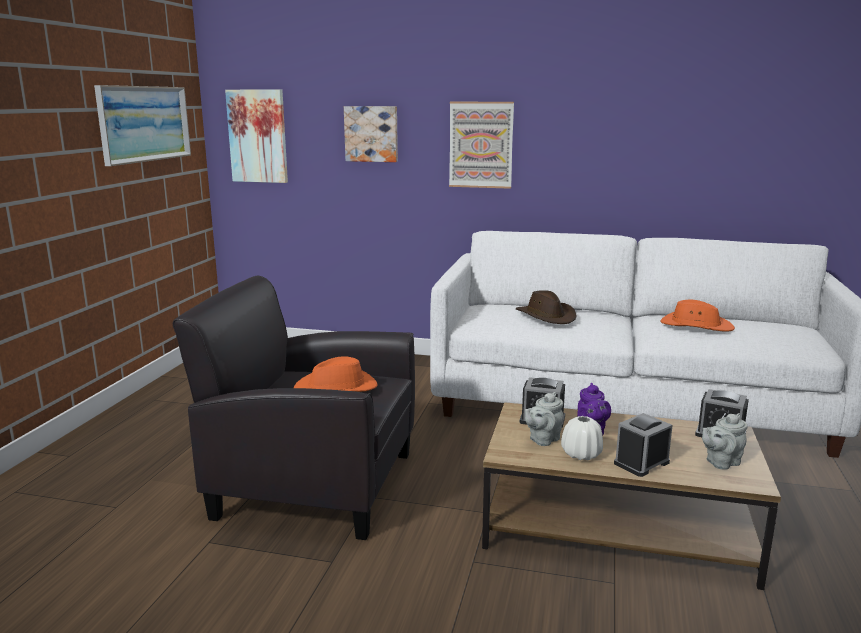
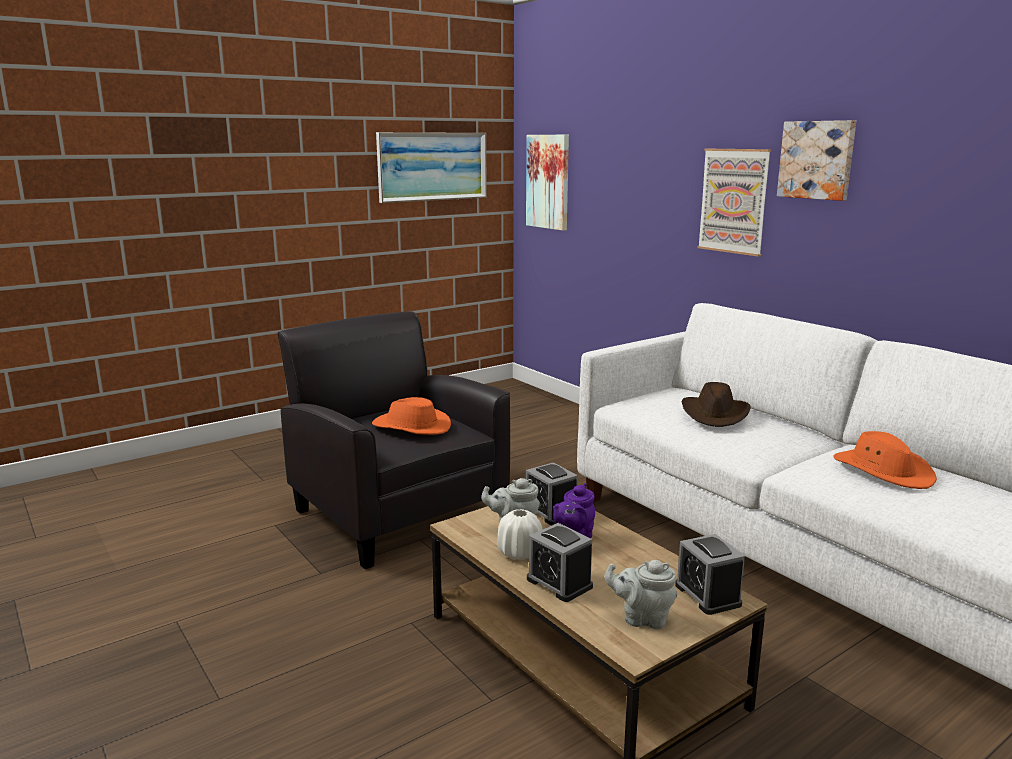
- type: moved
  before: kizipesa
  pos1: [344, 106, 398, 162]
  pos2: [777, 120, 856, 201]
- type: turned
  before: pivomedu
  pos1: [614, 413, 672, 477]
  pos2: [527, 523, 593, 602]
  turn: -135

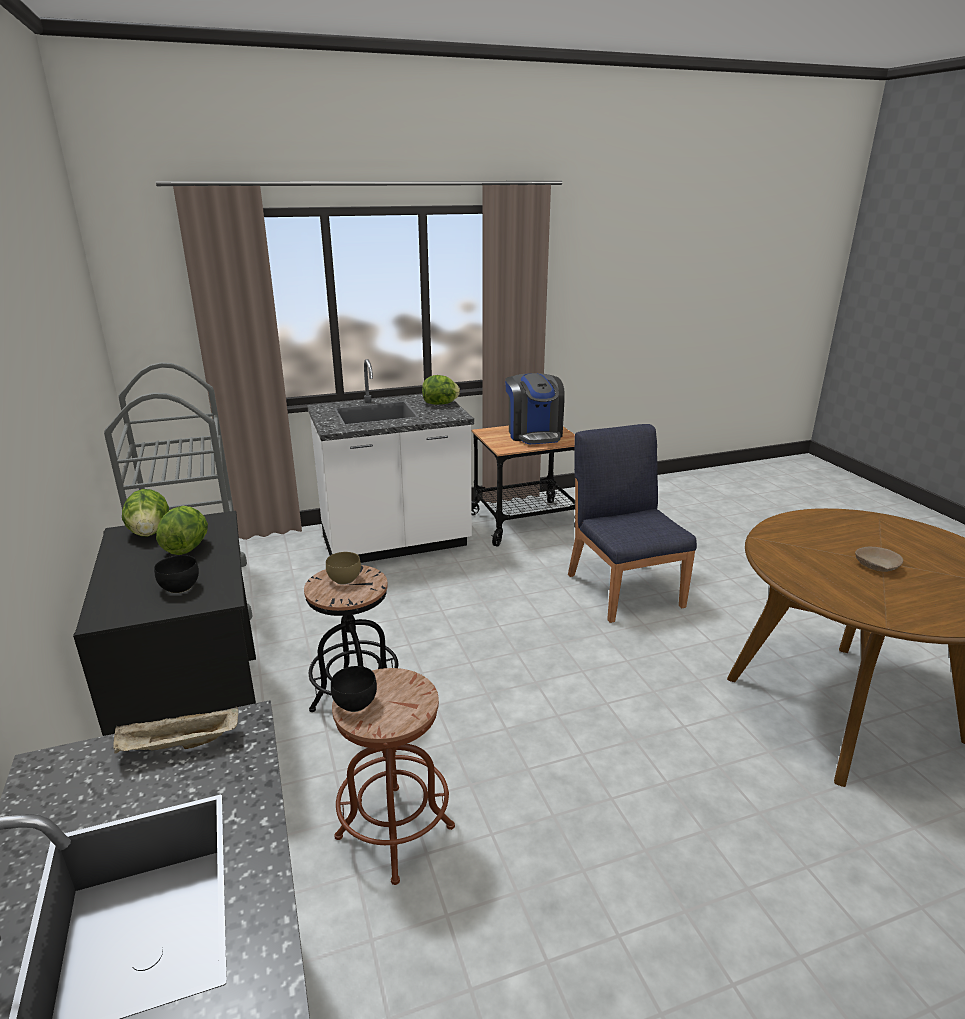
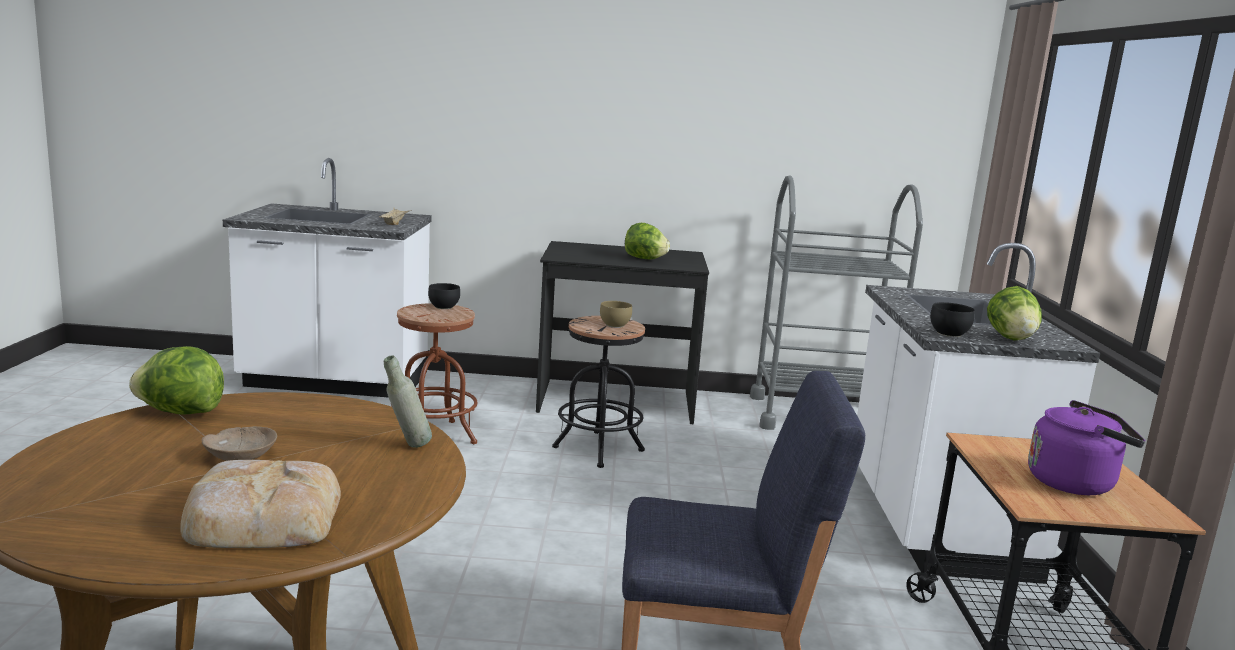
- type: added
  after: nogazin
  pos2: [180, 460, 341, 548]
- type: added
  after: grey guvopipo
  pos2: [384, 355, 432, 448]
- type: moved
  before: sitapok
  pos1: [122, 489, 169, 536]
  pos2: [129, 346, 224, 414]
- type: moved
  before: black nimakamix
  pos1: [154, 555, 199, 594]
  pos2: [930, 302, 975, 337]
- type: replaced
  before: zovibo
  after: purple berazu
  pos1: [505, 373, 565, 444]
  pos2: [1028, 400, 1145, 495]

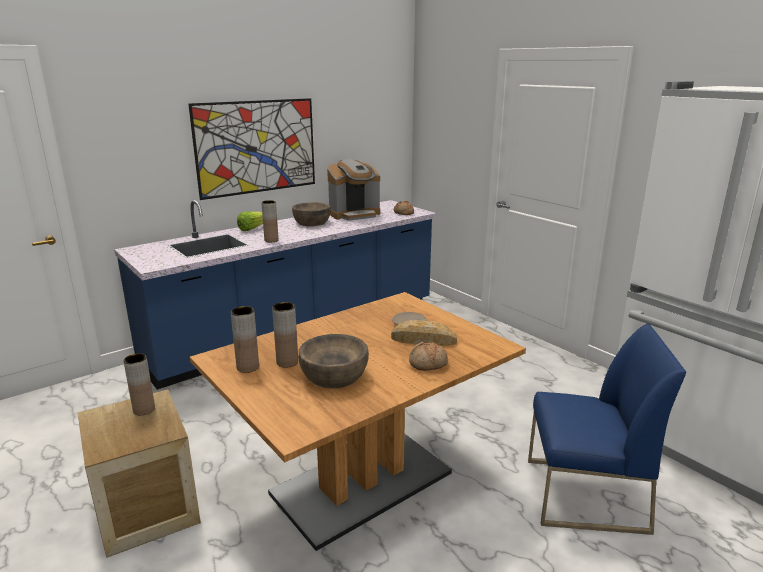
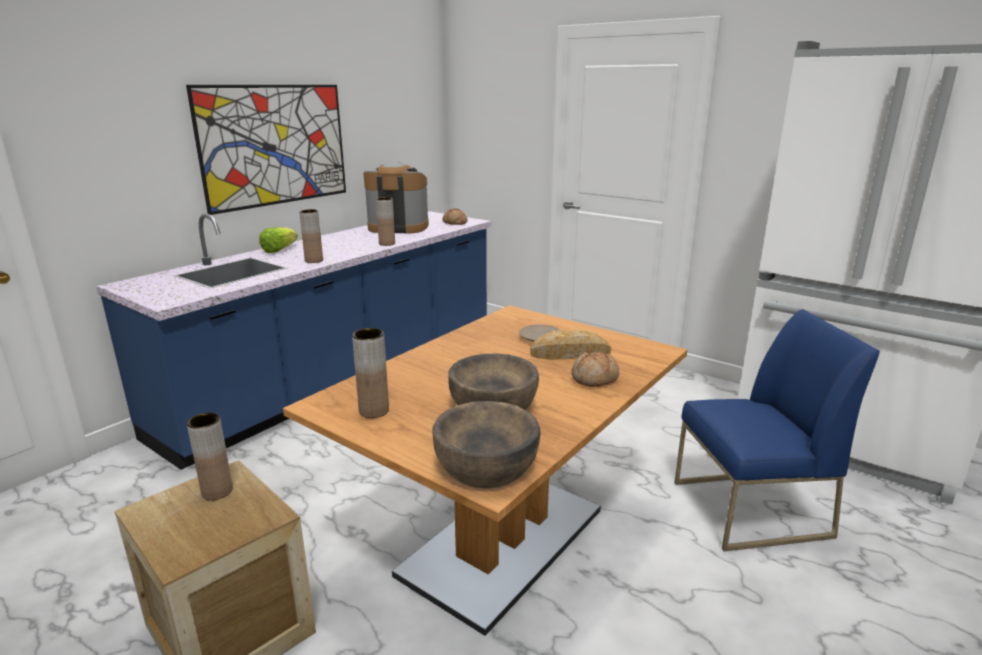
- type: moved
  before: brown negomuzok
  pos1: [272, 302, 298, 368]
  pos2: [376, 197, 395, 246]
- type: moved
  before: brown nimakamix
  pos1: [292, 202, 331, 226]
  pos2: [432, 401, 540, 488]
- type: turned
  before: zovibo
  pos1: [327, 159, 380, 221]
  pos2: [364, 163, 429, 233]
  turn: -135

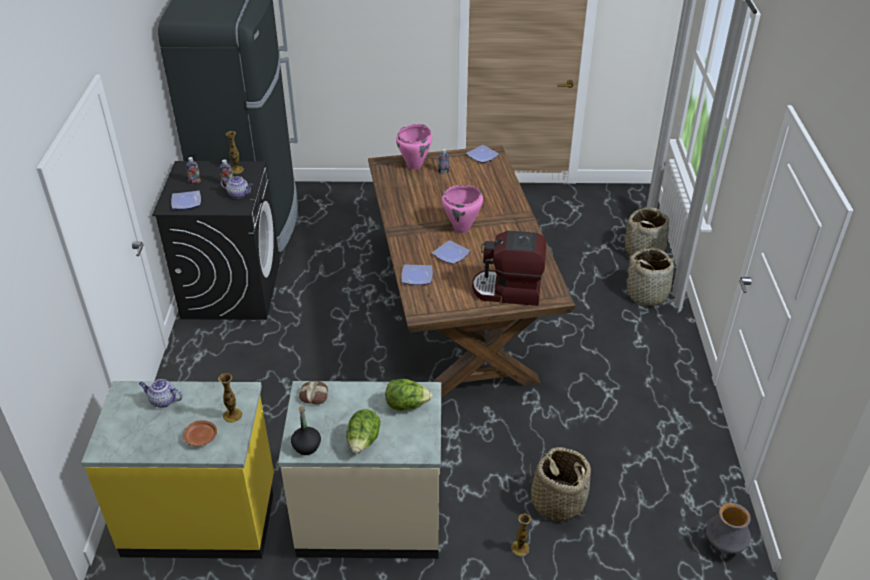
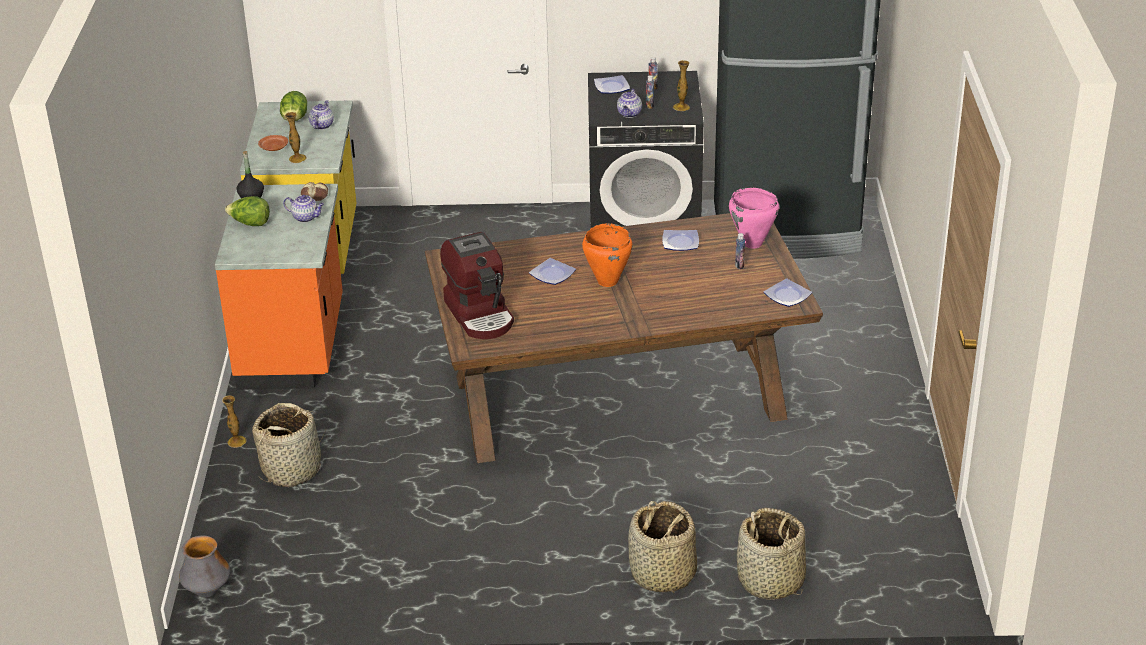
- type: added
  after: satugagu
  pos2: [283, 195, 324, 222]
- type: moved
  before: sitapok
  pos1: [385, 379, 433, 411]
  pos2: [280, 91, 307, 121]
- type: moved
  before: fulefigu
  pos1: [401, 264, 433, 285]
  pos2: [662, 230, 699, 251]
- type: recoloured
  before: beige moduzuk
  after: orange moduzuk
  pos1: [278, 381, 441, 559]
  pos2: [215, 184, 343, 390]
- type: recoloured
  before: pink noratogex
  after: orange noratogex
  pos1: [442, 185, 483, 233]
  pos2: [582, 223, 632, 287]
- type: turned
  before: zovibo
  pos1: [472, 231, 546, 306]
  pos2: [440, 232, 514, 339]
  turn: 150

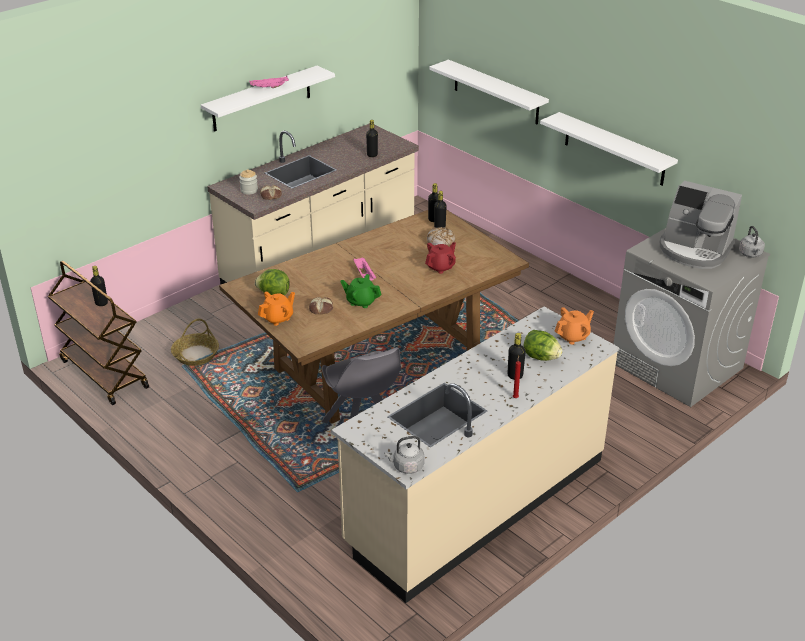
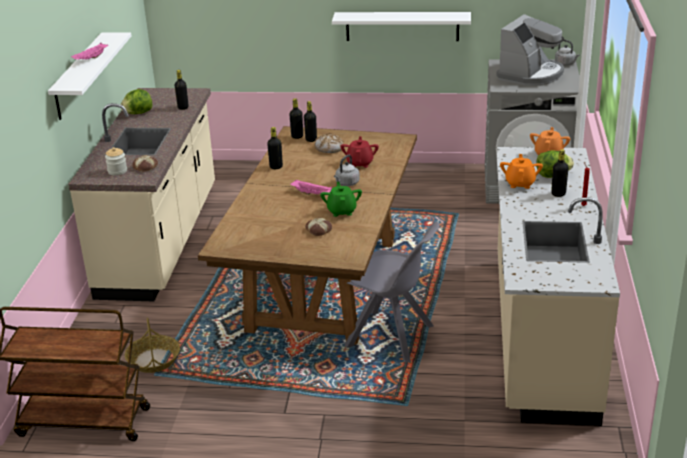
- type: removed
  before: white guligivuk
  pos1: [429, 60, 549, 124]
- type: moved
  before: black guvopipo
  pos1: [90, 266, 108, 306]
  pos2: [267, 127, 283, 169]
- type: moved
  before: sitapok
  pos1: [255, 269, 290, 295]
  pos2: [121, 89, 152, 114]
- type: moved
  before: orange satugagu
  pos1: [258, 292, 295, 326]
  pos2: [500, 154, 543, 189]
- type: moved
  before: grey berazu
  pos1: [384, 436, 425, 474]
  pos2: [334, 155, 360, 186]
- type: turned
  before: green satugagu
  pos1: [340, 274, 382, 308]
  pos2: [320, 182, 362, 217]
  turn: 105
- type: turned
  before: zovibo
  pos1: [660, 181, 742, 269]
  pos2: [496, 14, 564, 86]
  turn: -45

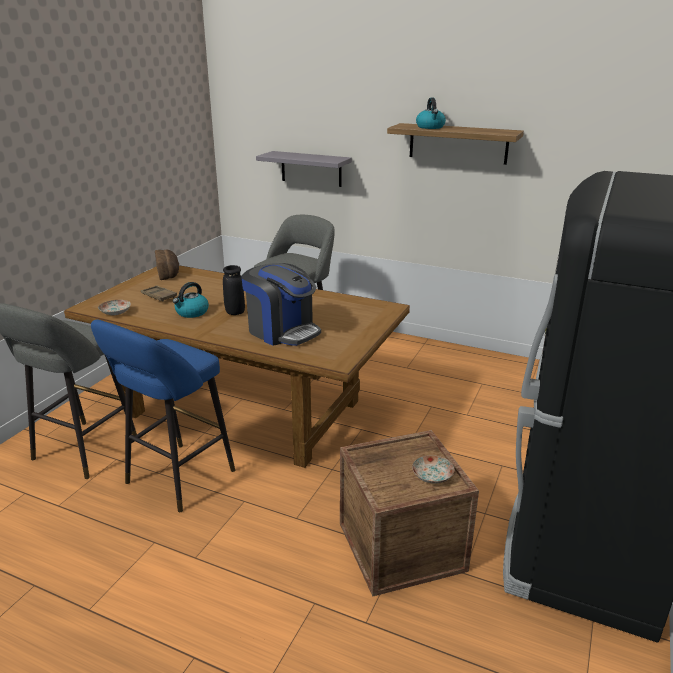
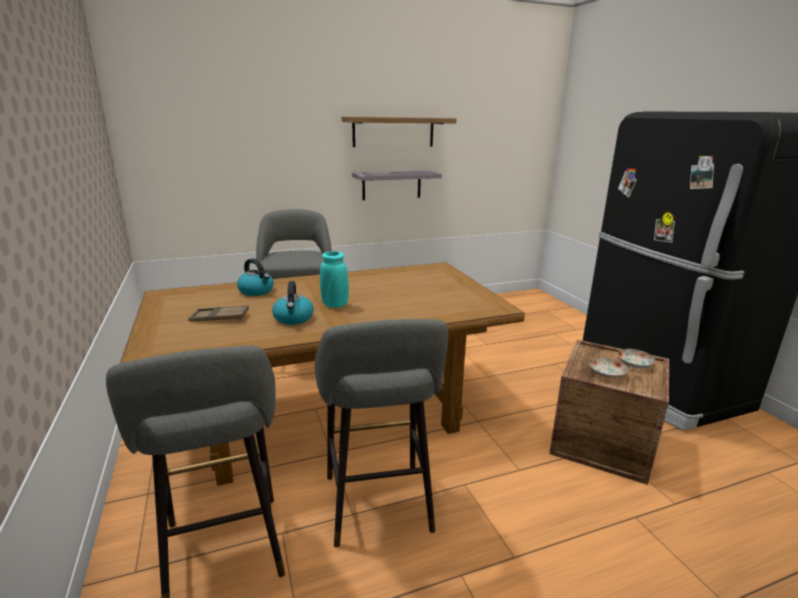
- type: removed
  before: nogazin
  pos1: [155, 249, 179, 280]
- type: removed
  before: zovibo
  pos1: [241, 263, 321, 346]
- type: moved
  before: fulefigu
  pos1: [98, 300, 131, 316]
  pos2: [589, 357, 628, 378]
- type: moved
  before: grey guligivuk
  pos1: [256, 151, 352, 187]
  pos2: [352, 170, 442, 200]
- type: moved
  before: berazu
  pos1: [416, 98, 446, 129]
  pos2: [237, 258, 274, 296]
- type: recoloured
  before: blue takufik
  after: grey takufik
  pos1: [91, 319, 235, 512]
  pos2: [315, 319, 448, 548]
- type: recoloured
  before: black negomuzok
  after: turquoise negomuzok
  pos1: [223, 265, 245, 315]
  pos2: [320, 251, 349, 308]

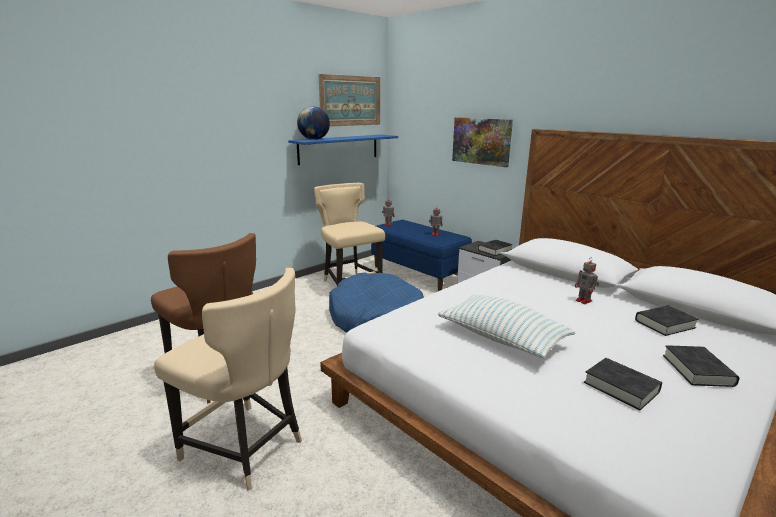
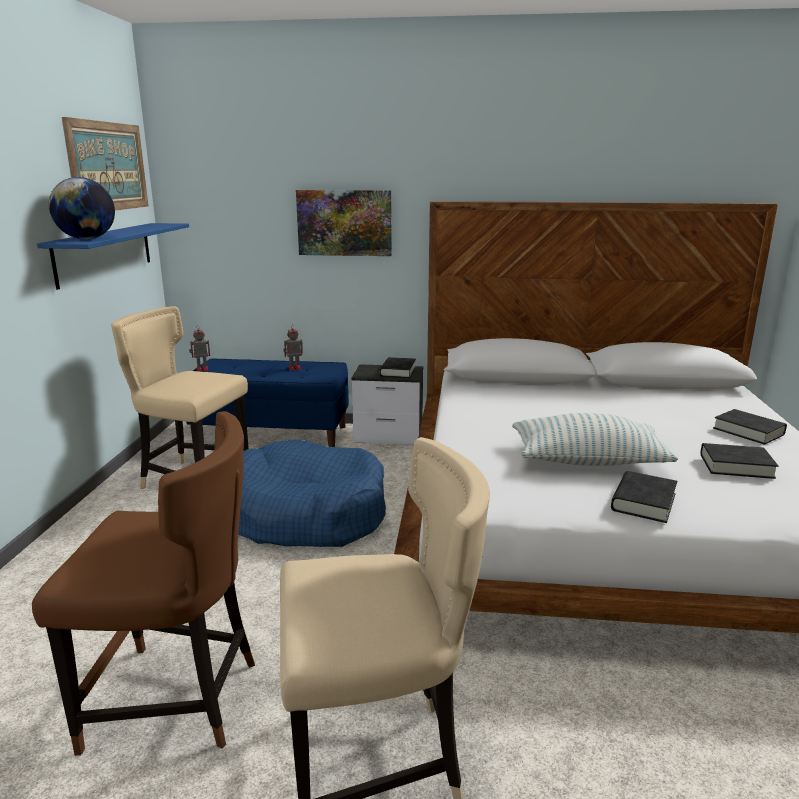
- type: removed
  before: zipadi
  pos1: [575, 261, 599, 304]
- type: moved
  before: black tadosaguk
  pos1: [635, 306, 699, 336]
  pos2: [611, 471, 677, 523]

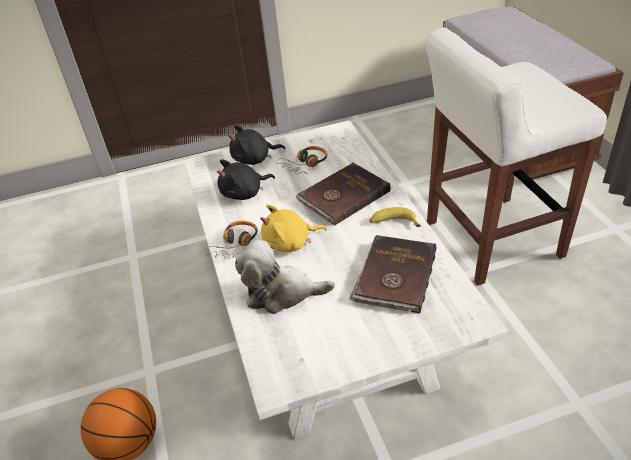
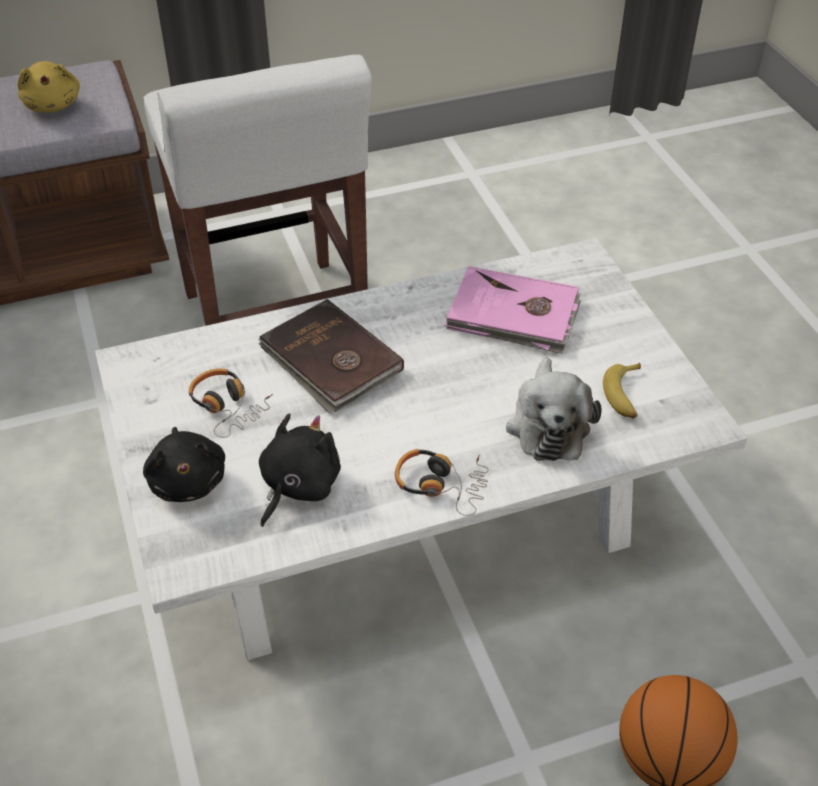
- type: moved
  before: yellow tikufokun
  pos1: [260, 204, 327, 252]
  pos2: [18, 61, 80, 113]
- type: moved
  before: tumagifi
  pos1: [369, 207, 420, 227]
  pos2: [603, 363, 641, 419]
- type: recoloured
  before: brown tadosaguk
  after: pink tadosaguk
  pos1: [349, 235, 436, 314]
  pos2: [444, 266, 581, 354]
- type: turned
  before: black tikufokun
  pos1: [217, 160, 275, 200]
  pos2: [259, 414, 341, 527]
  turn: -120

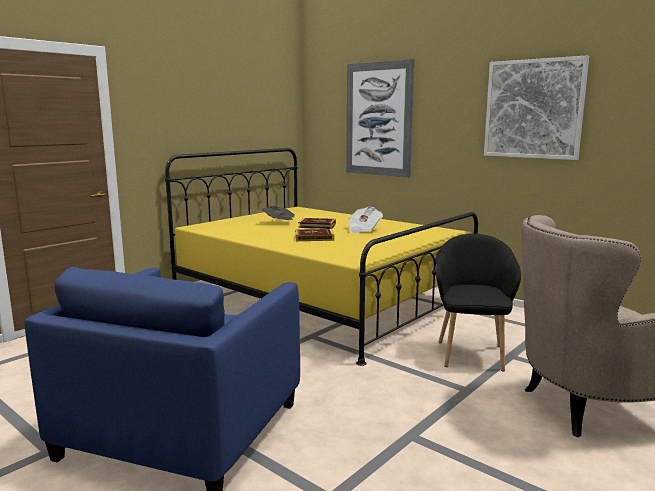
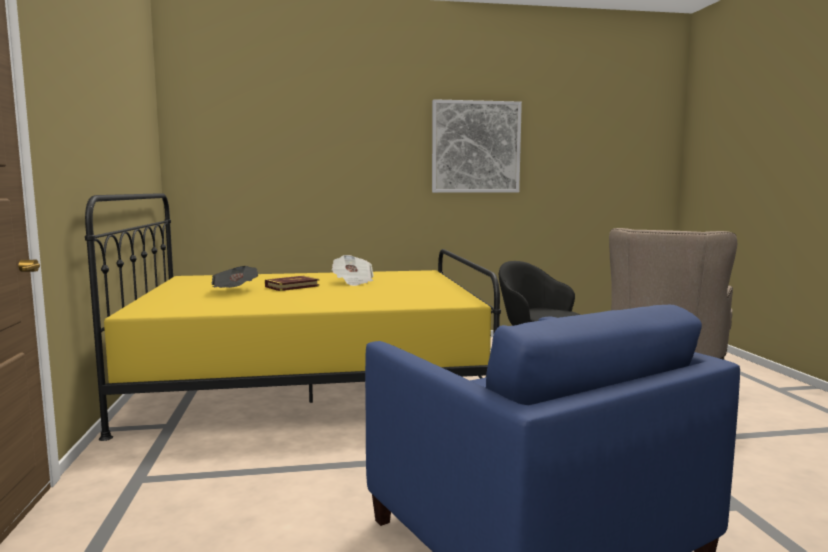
- type: removed
  before: tadosaguk
  pos1: [295, 229, 334, 241]
- type: removed
  before: kizipesa
  pos1: [346, 59, 414, 177]

